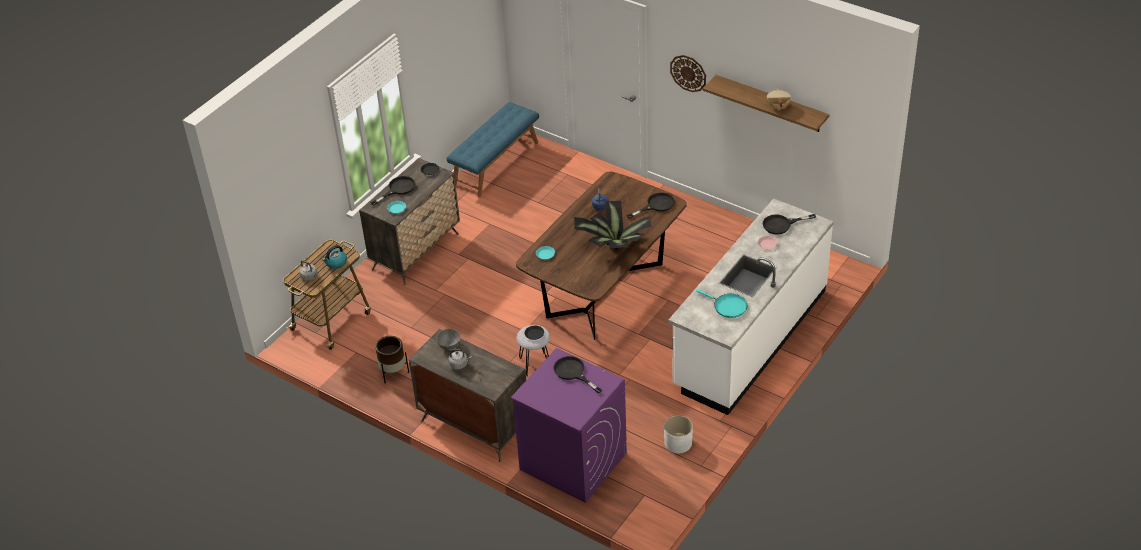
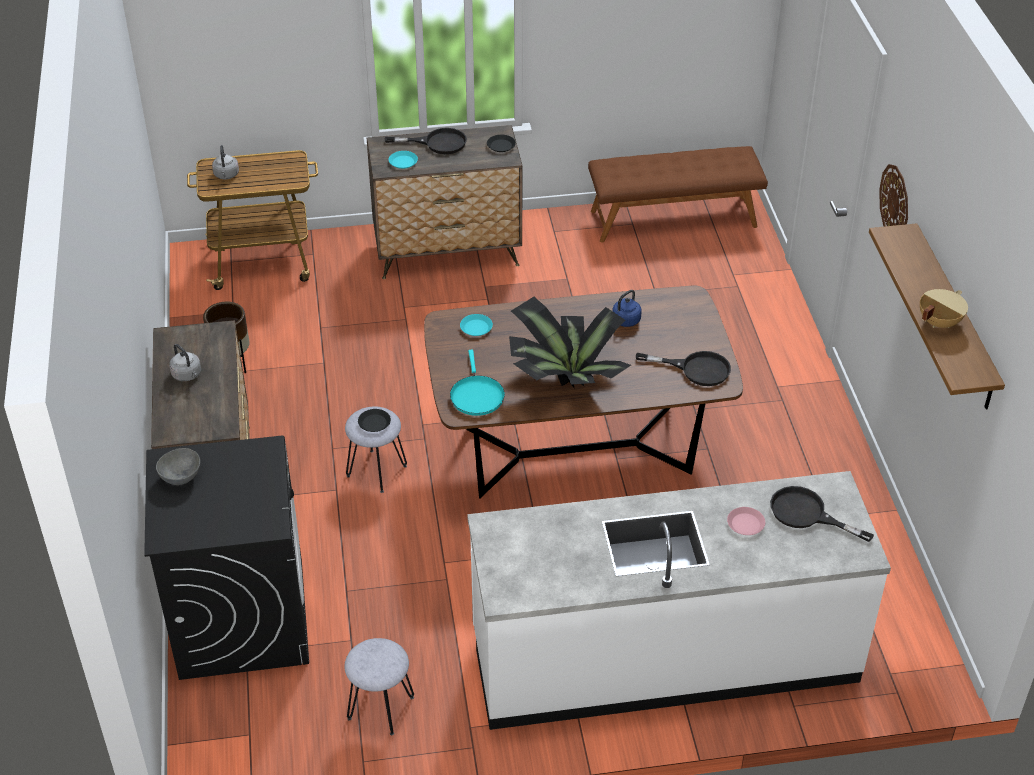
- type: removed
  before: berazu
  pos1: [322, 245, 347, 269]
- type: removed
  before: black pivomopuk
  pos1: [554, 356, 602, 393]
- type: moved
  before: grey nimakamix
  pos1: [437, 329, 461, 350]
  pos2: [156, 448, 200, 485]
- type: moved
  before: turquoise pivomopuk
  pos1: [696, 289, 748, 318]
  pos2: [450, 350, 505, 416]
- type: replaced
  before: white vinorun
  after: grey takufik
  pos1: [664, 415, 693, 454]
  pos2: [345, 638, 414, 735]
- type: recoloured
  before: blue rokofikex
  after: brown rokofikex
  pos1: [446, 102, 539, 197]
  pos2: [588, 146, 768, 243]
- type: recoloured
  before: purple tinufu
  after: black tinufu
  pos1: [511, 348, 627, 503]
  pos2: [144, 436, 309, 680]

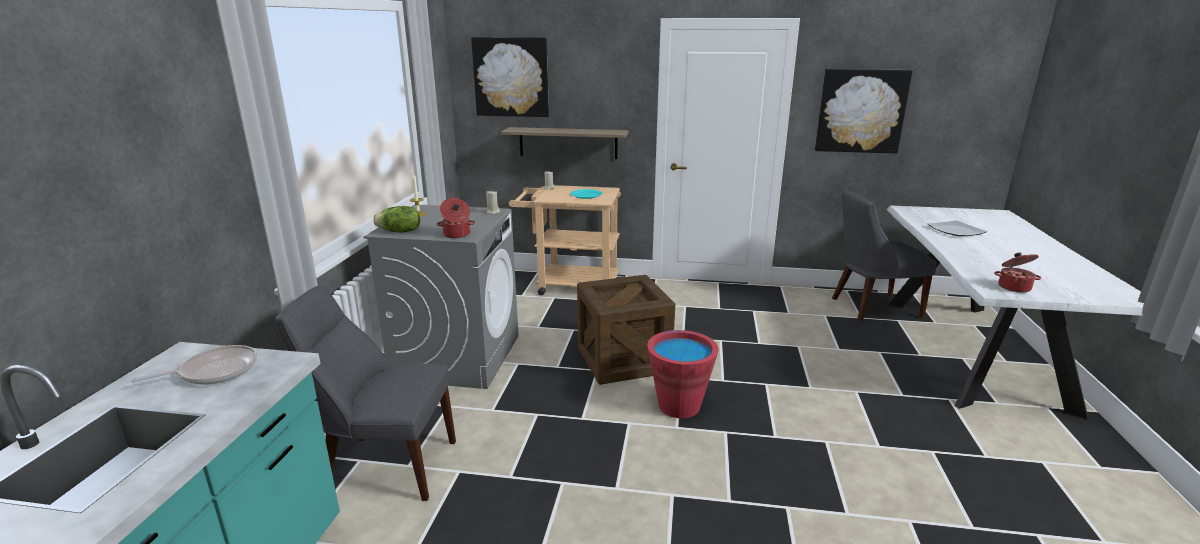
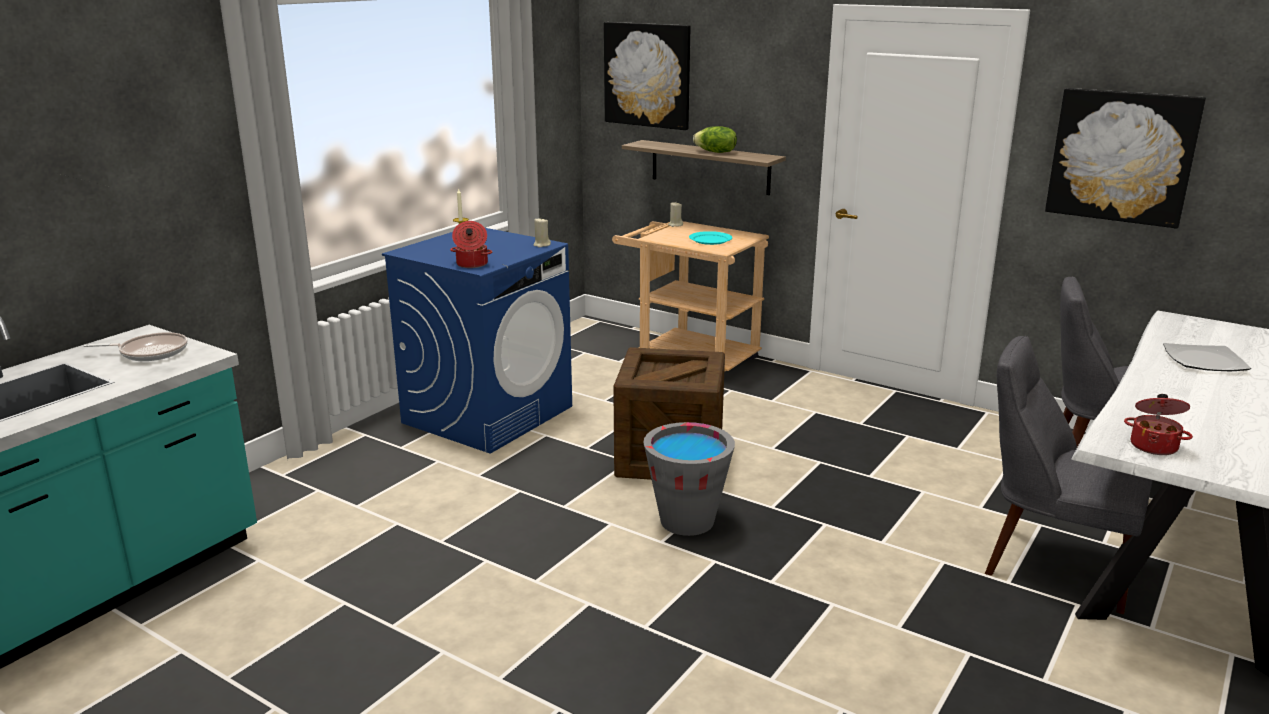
- type: moved
  before: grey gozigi
  pos1: [275, 285, 456, 501]
  pos2: [985, 336, 1153, 614]
- type: moved
  before: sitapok
  pos1: [373, 206, 420, 233]
  pos2: [693, 126, 737, 153]
- type: recoloured
  before: grey tinufu
  after: blue tinufu
  pos1: [364, 205, 519, 389]
  pos2: [382, 228, 572, 453]
- type: recoloured
  before: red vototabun
  after: grey vototabun
  pos1: [647, 330, 719, 418]
  pos2: [643, 422, 735, 536]

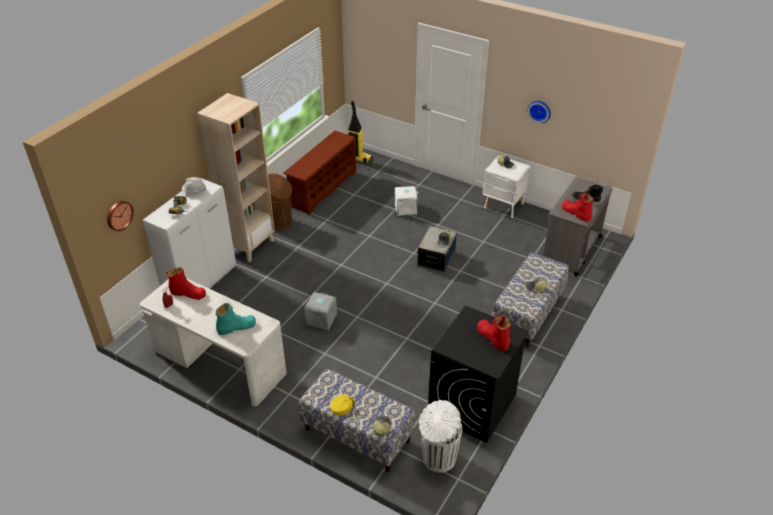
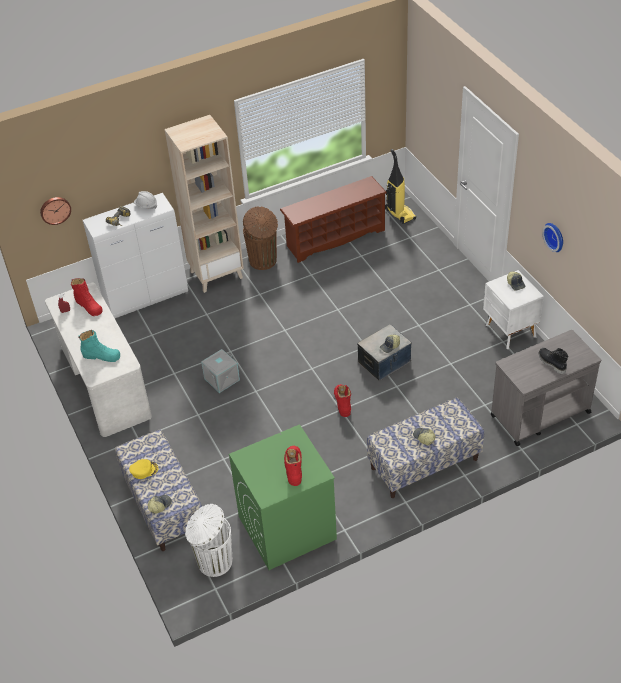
- type: removed
  before: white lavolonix
  pos1: [395, 186, 418, 216]
- type: moved
  before: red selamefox
  pos1: [562, 193, 594, 222]
  pos2: [334, 384, 351, 417]
- type: recoloured
  before: black tinufu
  after: green tinufu
  pos1: [428, 305, 529, 443]
  pos2: [229, 424, 337, 570]

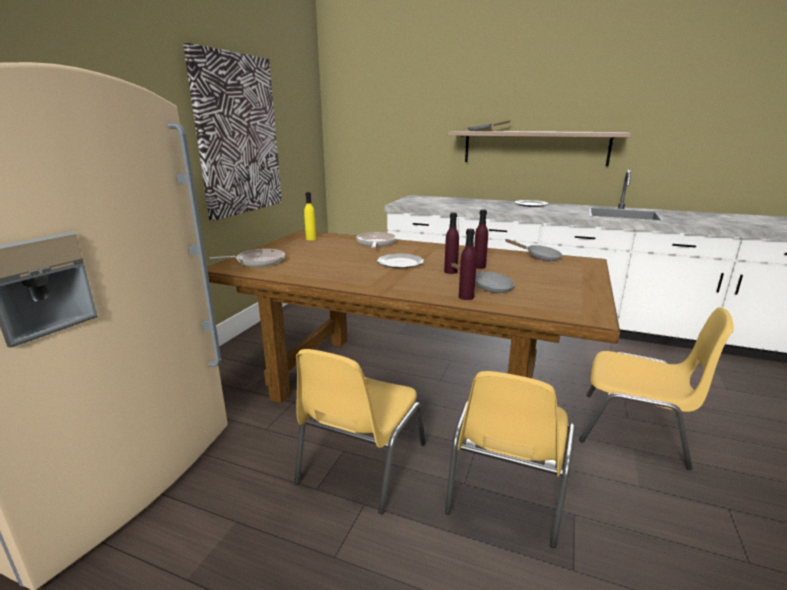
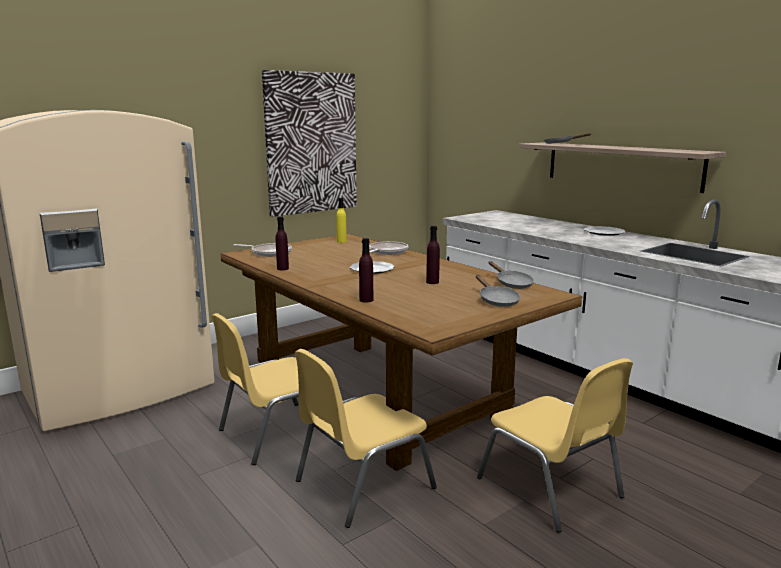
- type: moved
  before: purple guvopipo
  pos1: [444, 212, 459, 274]
  pos2: [276, 216, 289, 270]
- type: moved
  before: grey pivomopuk
  pos1: [450, 263, 515, 293]
  pos2: [476, 275, 520, 307]

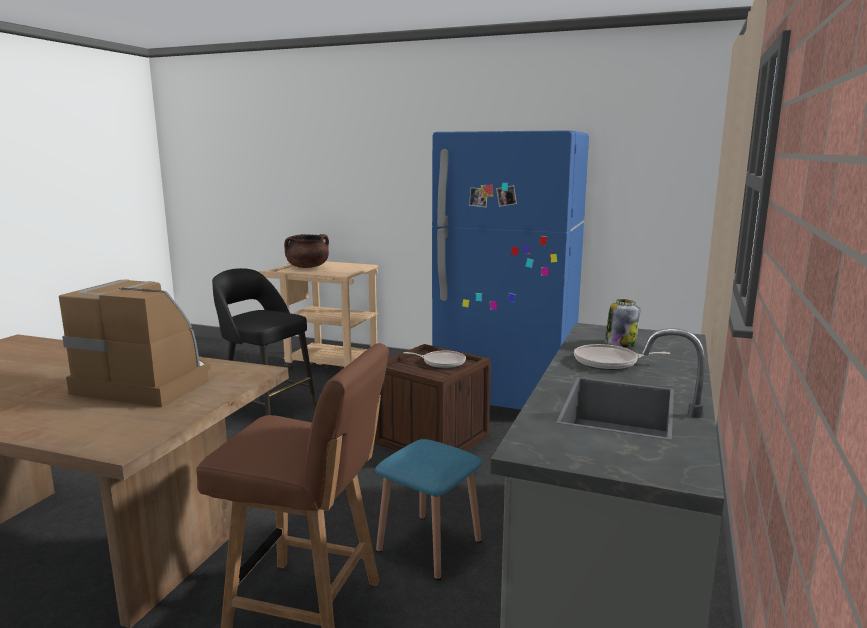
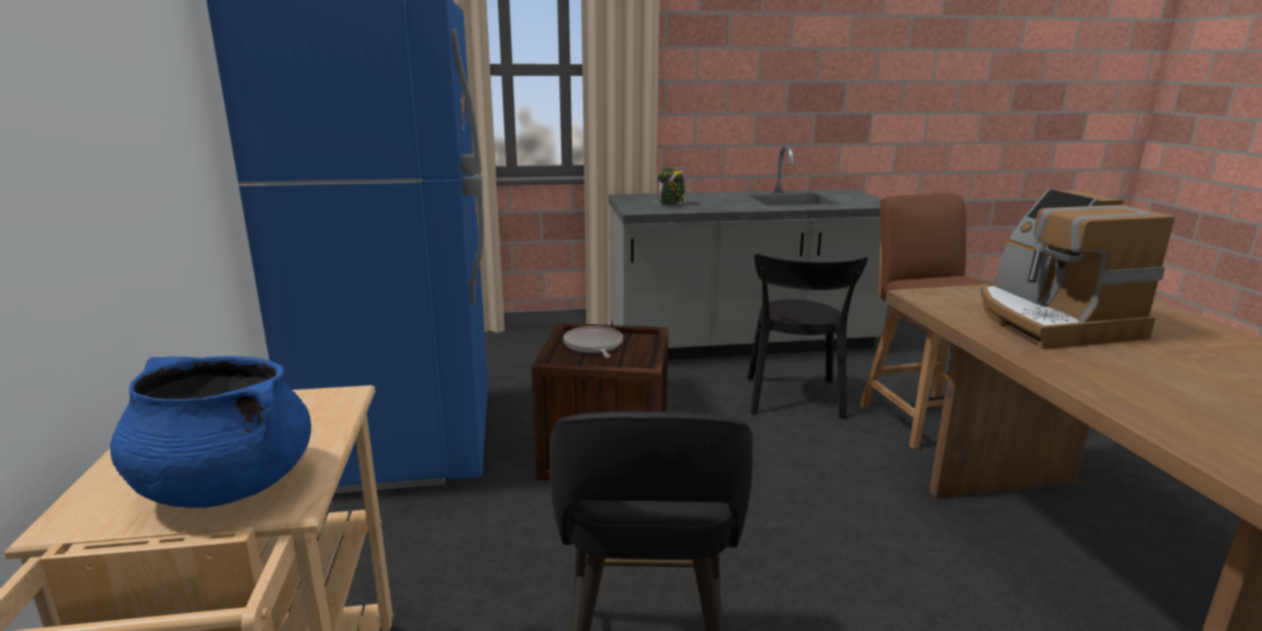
- type: removed
  before: pivomopuk
  pos1: [574, 344, 670, 370]
- type: replaced
  before: blue takufik
  after: black gozigi
  pos1: [375, 439, 482, 580]
  pos2: [747, 254, 868, 419]
- type: recoloured
  before: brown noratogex
  after: blue noratogex
  pos1: [284, 234, 329, 268]
  pos2: [110, 356, 311, 508]

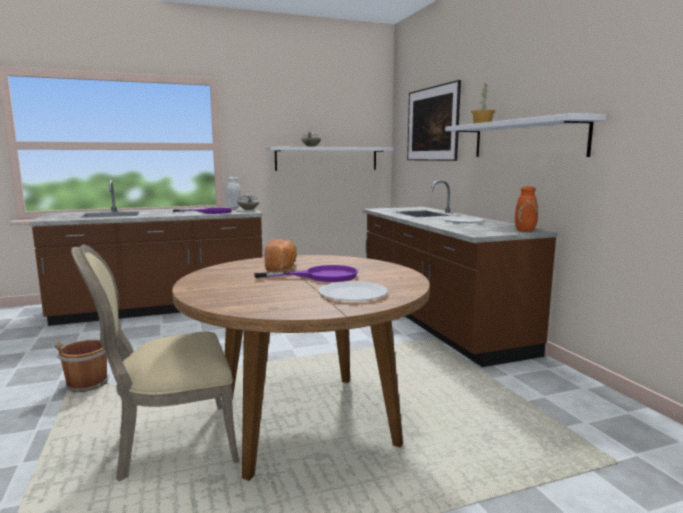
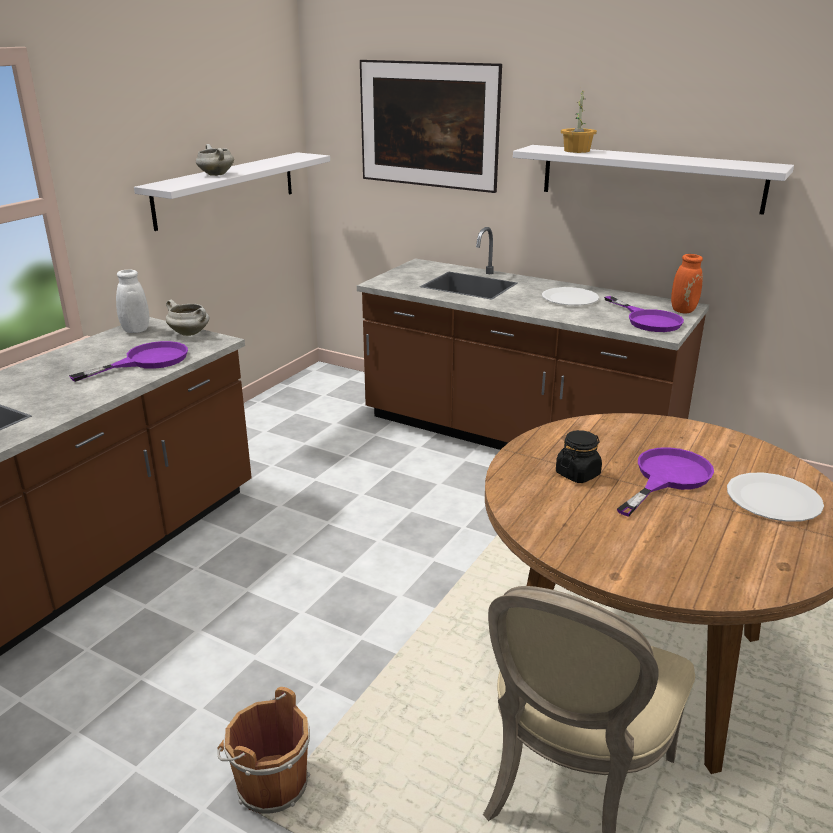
- type: added
  after: purple pivomopuk
  pos2: [604, 296, 684, 332]
- type: replaced
  before: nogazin
  after: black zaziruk
  pos1: [265, 239, 297, 271]
  pos2: [556, 430, 602, 483]

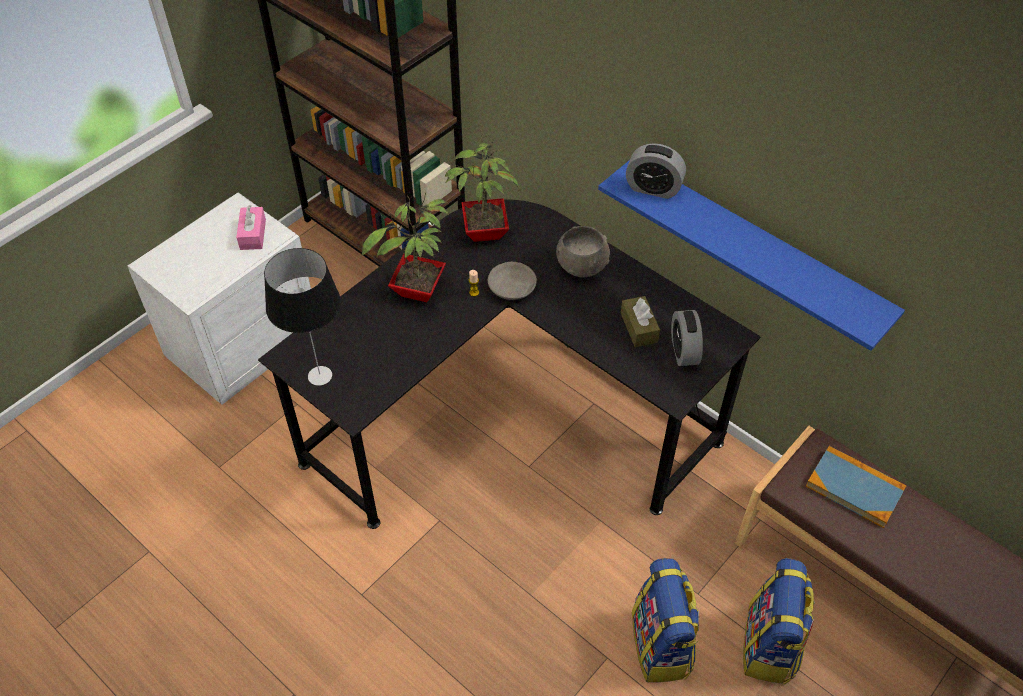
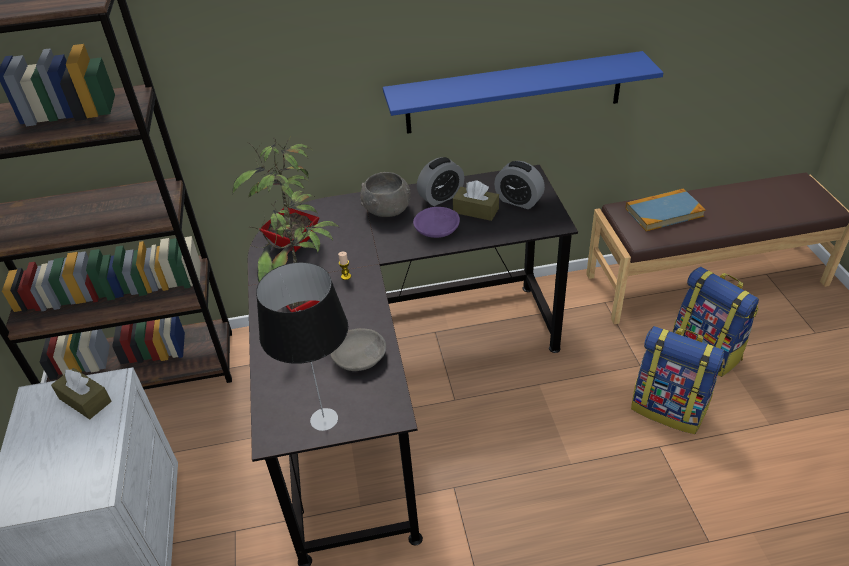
- type: added
  after: purple nimakamix
  pos2: [413, 207, 460, 238]
- type: moved
  before: grey nimakamix
  pos1: [488, 262, 537, 300]
  pos2: [330, 328, 386, 371]
- type: moved
  before: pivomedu
  pos1: [626, 143, 686, 199]
  pos2: [417, 157, 464, 206]
- type: recoloured
  before: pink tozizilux
  after: brown tozizilux
  pos1: [236, 205, 266, 250]
  pos2: [51, 368, 112, 419]

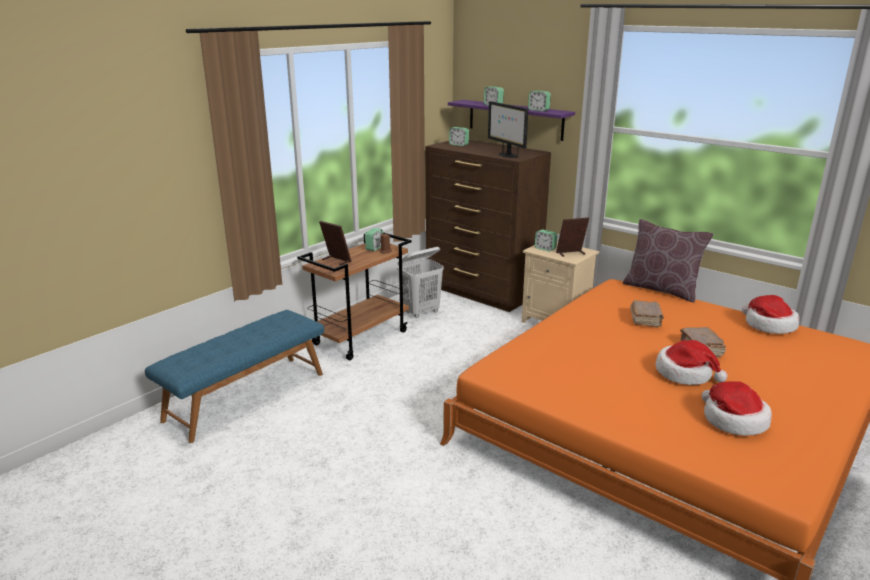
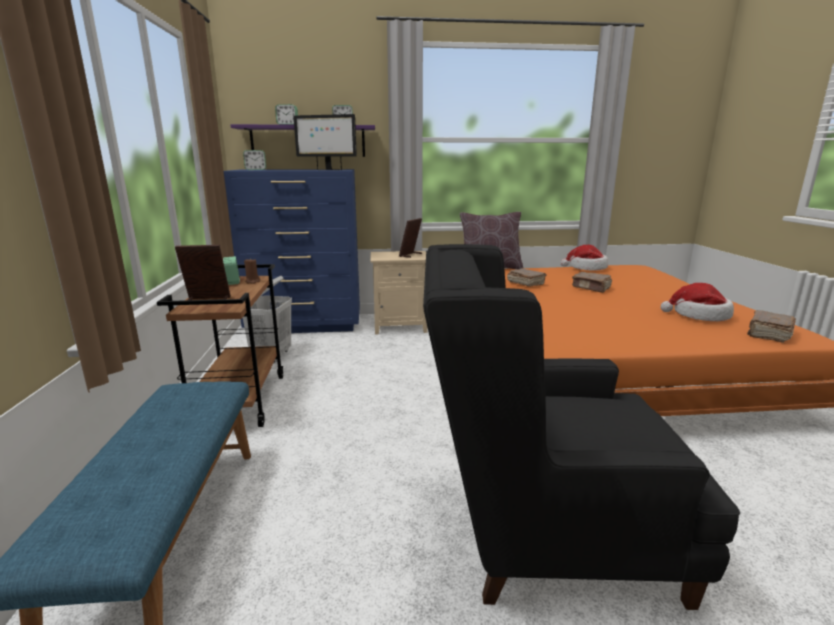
- type: removed
  before: pivomedu
  pos1: [535, 229, 557, 252]
- type: removed
  before: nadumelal
  pos1: [655, 340, 728, 385]
- type: added
  after: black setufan
  pos2: [423, 244, 740, 610]
- type: added
  after: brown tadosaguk
  pos2: [747, 310, 796, 343]
- type: recoloured
  before: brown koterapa
  after: blue koterapa
  pos1: [425, 140, 551, 312]
  pos2: [224, 169, 360, 333]

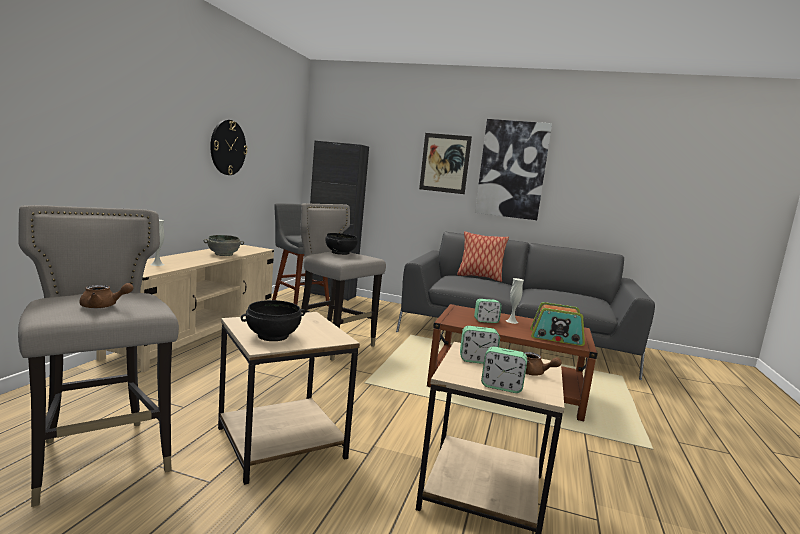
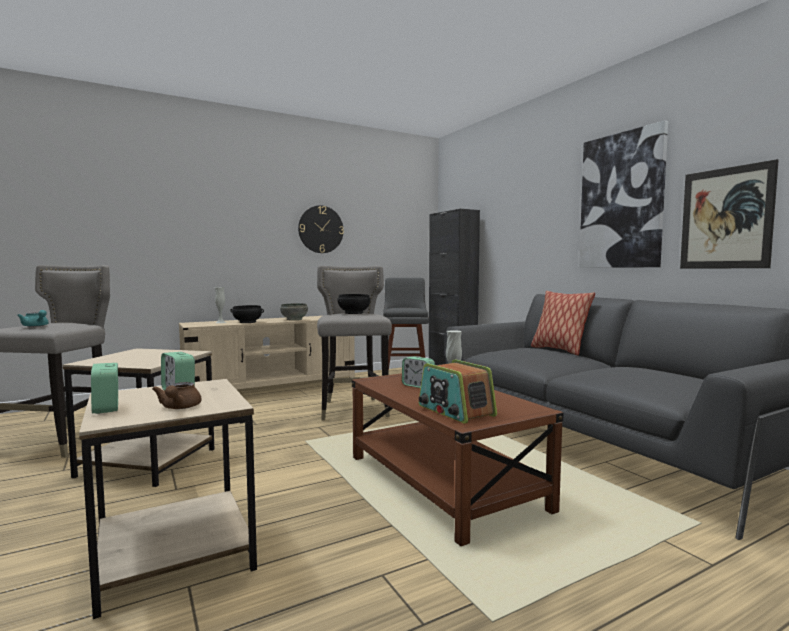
- type: moved
  before: black nimakamix
  pos1: [241, 300, 305, 341]
  pos2: [231, 305, 264, 323]
- type: moved
  before: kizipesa
  pos1: [419, 133, 472, 194]
  pos2: [680, 159, 779, 268]
- type: recoloured
  before: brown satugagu
  after: turquoise satugagu
  pos1: [79, 283, 134, 308]
  pos2: [17, 310, 48, 327]

